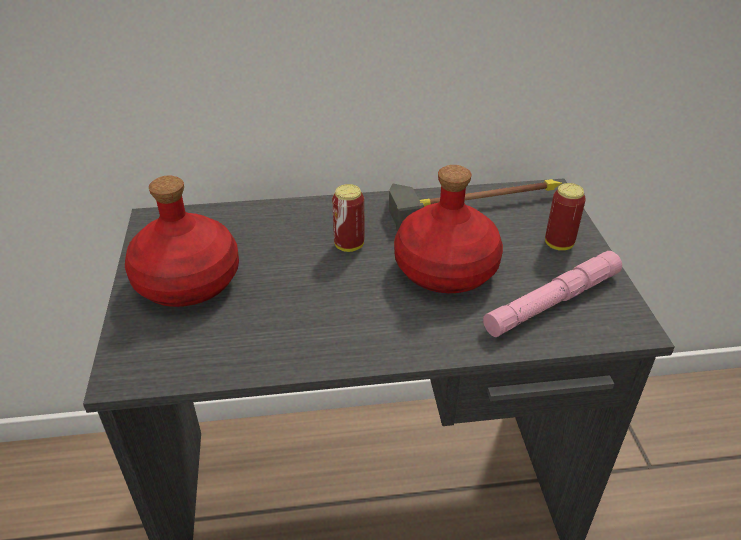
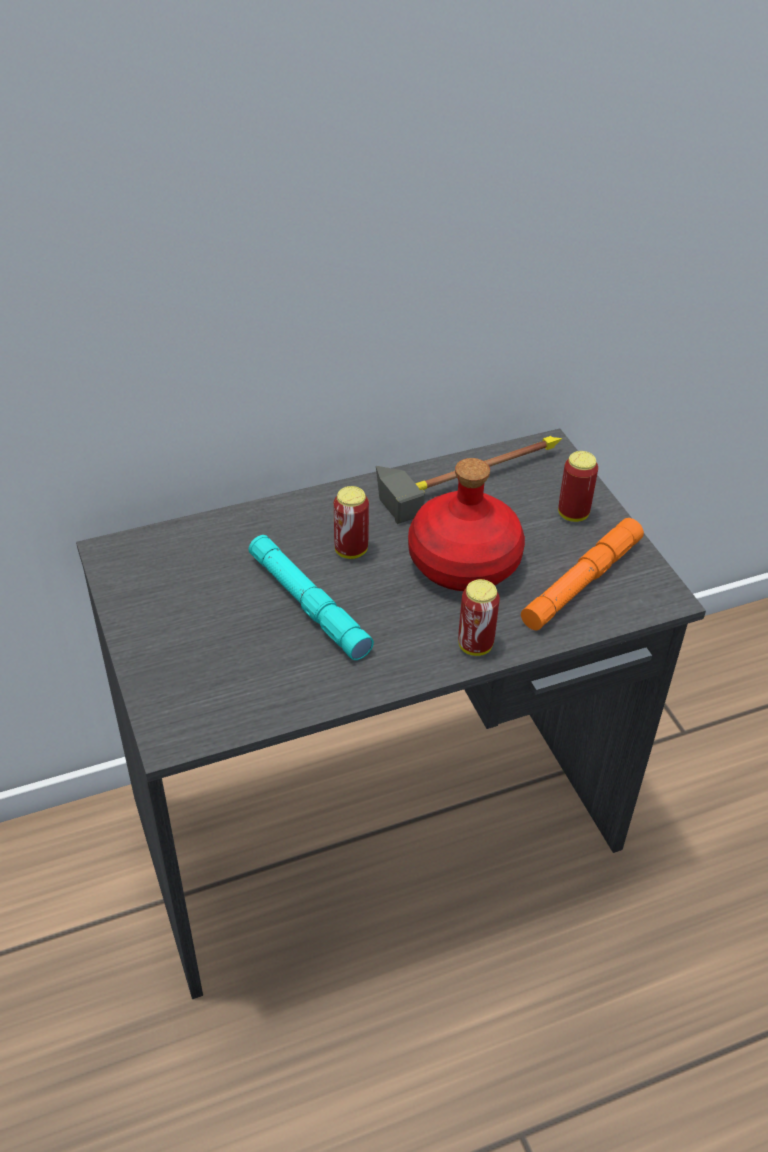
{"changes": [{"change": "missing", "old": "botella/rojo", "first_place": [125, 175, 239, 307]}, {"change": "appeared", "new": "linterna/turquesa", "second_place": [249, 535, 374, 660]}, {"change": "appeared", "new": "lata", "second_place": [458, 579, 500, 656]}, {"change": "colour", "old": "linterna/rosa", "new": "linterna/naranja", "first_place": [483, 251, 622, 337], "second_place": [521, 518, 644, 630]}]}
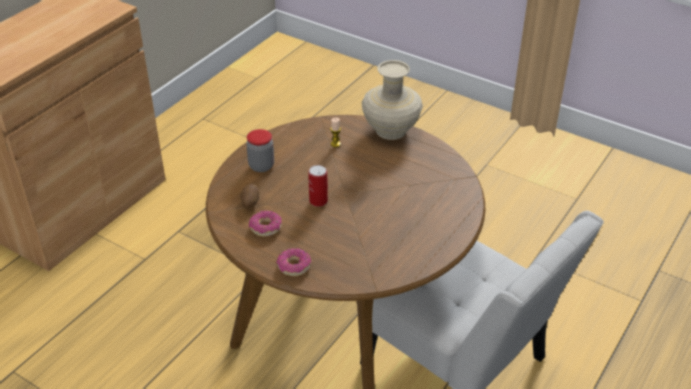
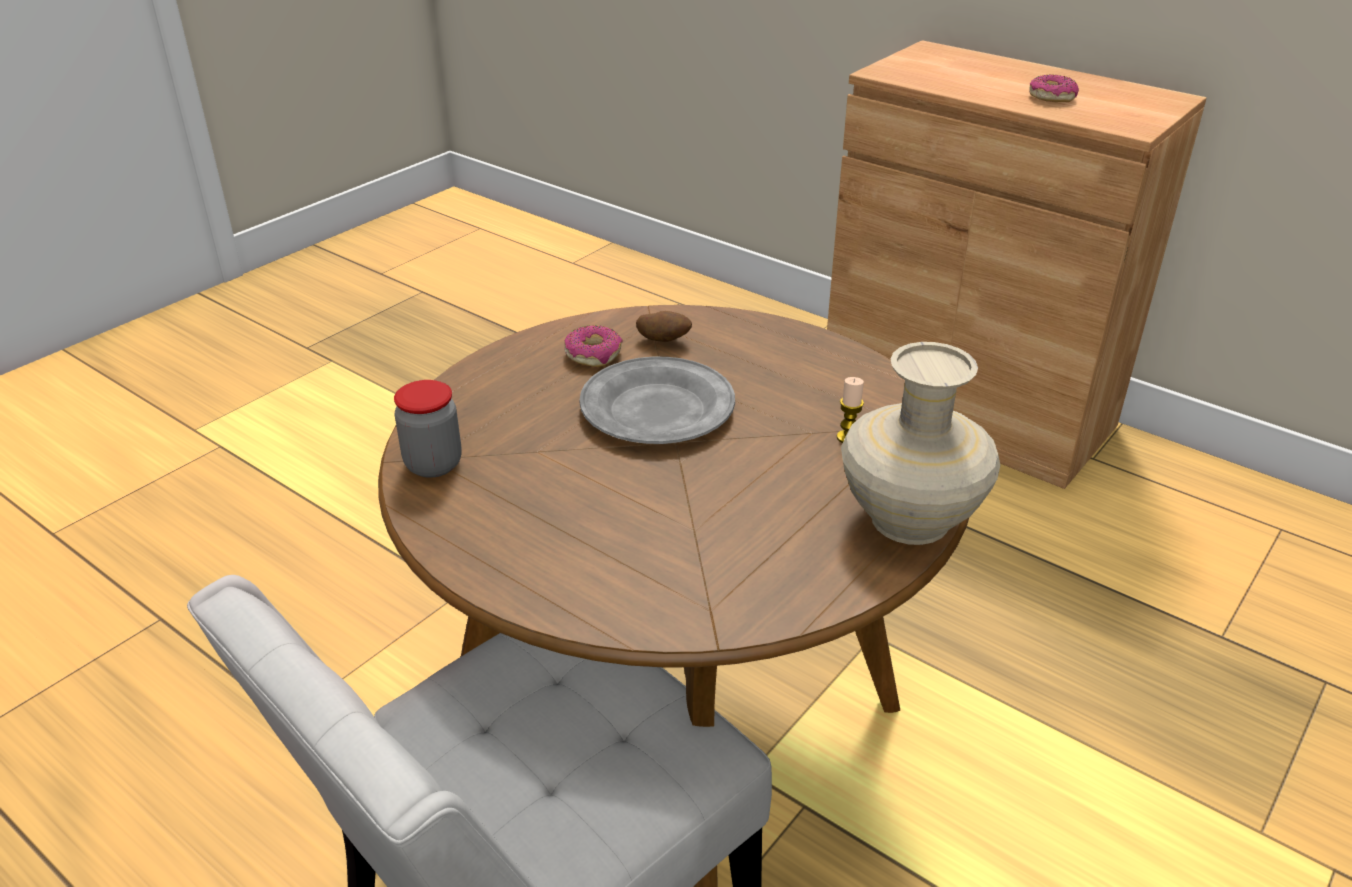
{"changes": [{"change": "relocated", "old": "tarro", "first_place": [246, 129, 274, 172], "second_place": [394, 380, 462, 478]}, {"change": "relocated", "old": "rosquilla", "first_place": [276, 248, 312, 276], "second_place": [1029, 74, 1079, 102]}, {"change": "exchanged", "old": "lata", "new": "plato/gris", "first_place": [309, 165, 328, 207], "second_place": [579, 357, 735, 444]}]}
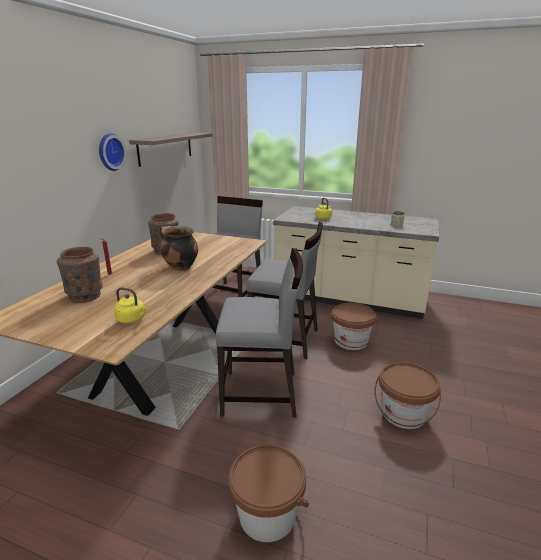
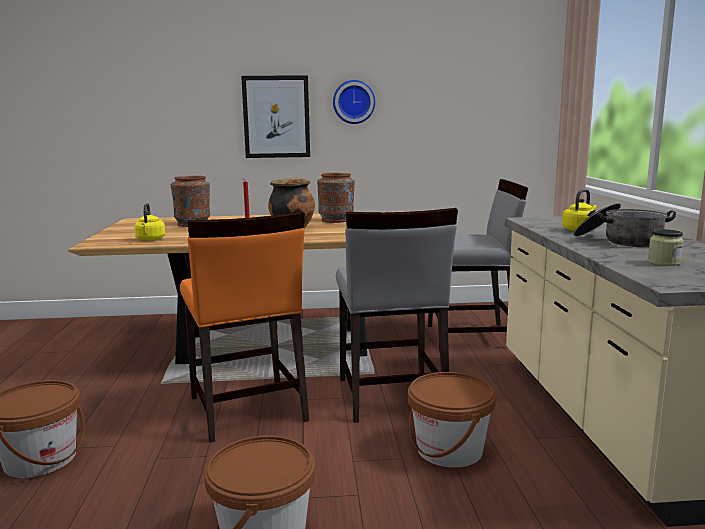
{"changes": [{"change": "missing", "old": "estante", "first_place": [129, 133, 212, 167]}, {"change": "appeared", "new": "cuadro", "second_place": [241, 75, 310, 158]}, {"change": "appeared", "new": "olla", "second_place": [573, 203, 676, 247]}, {"change": "colour", "old": "silla/gris", "new": "silla/naranja", "first_place": [215, 248, 303, 418], "second_place": [180, 211, 309, 443]}]}
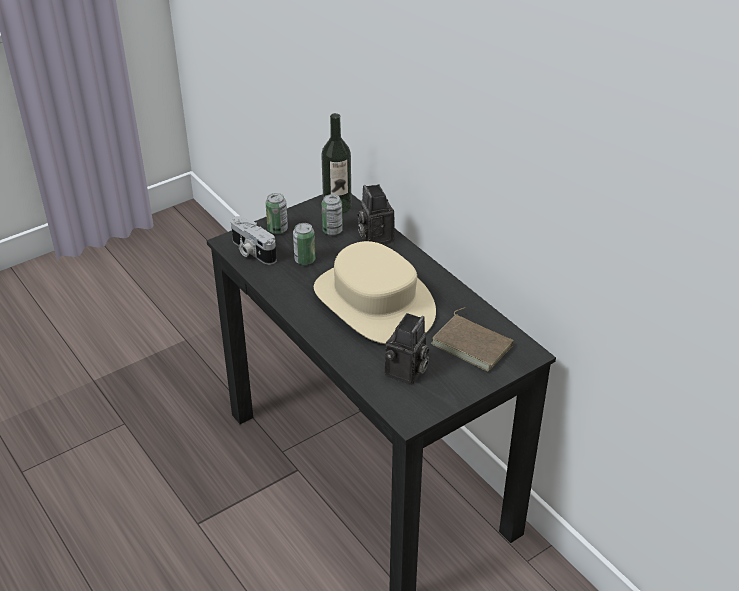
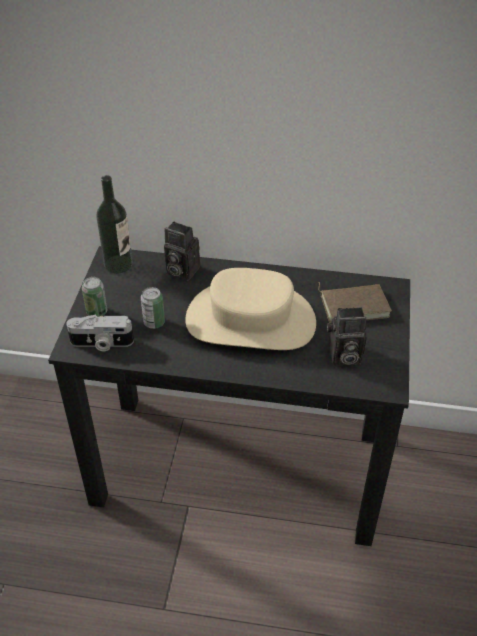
{"changes": [{"change": "missing", "old": "lata", "first_place": [322, 194, 343, 235]}, {"change": "spun", "old": "cámara", "first_place": [385, 313, 429, 385], "second_place": [327, 307, 367, 366], "degrees": 105}]}
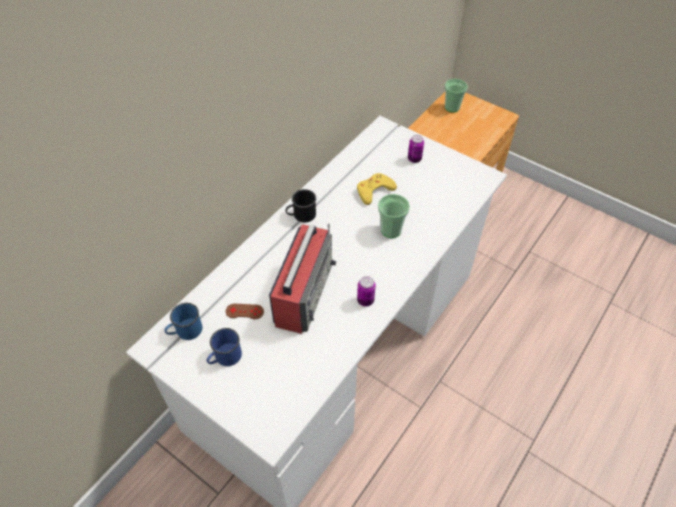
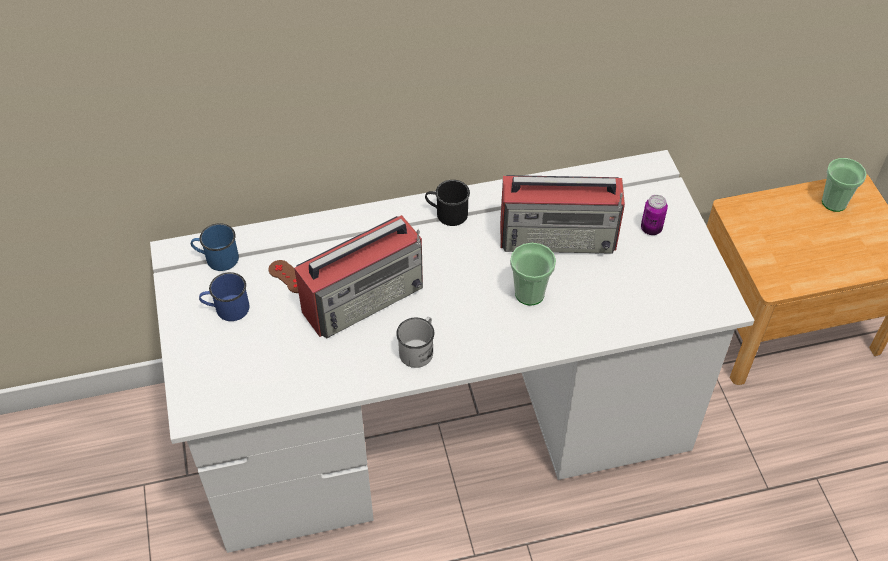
{"changes": [{"change": "exchanged", "old": "mando de consola/amarillo", "new": "radio", "first_place": [357, 173, 397, 205], "second_place": [500, 175, 625, 254]}, {"change": "exchanged", "old": "lata", "new": "taza grande/blanco", "first_place": [357, 276, 376, 307], "second_place": [396, 317, 434, 368]}]}
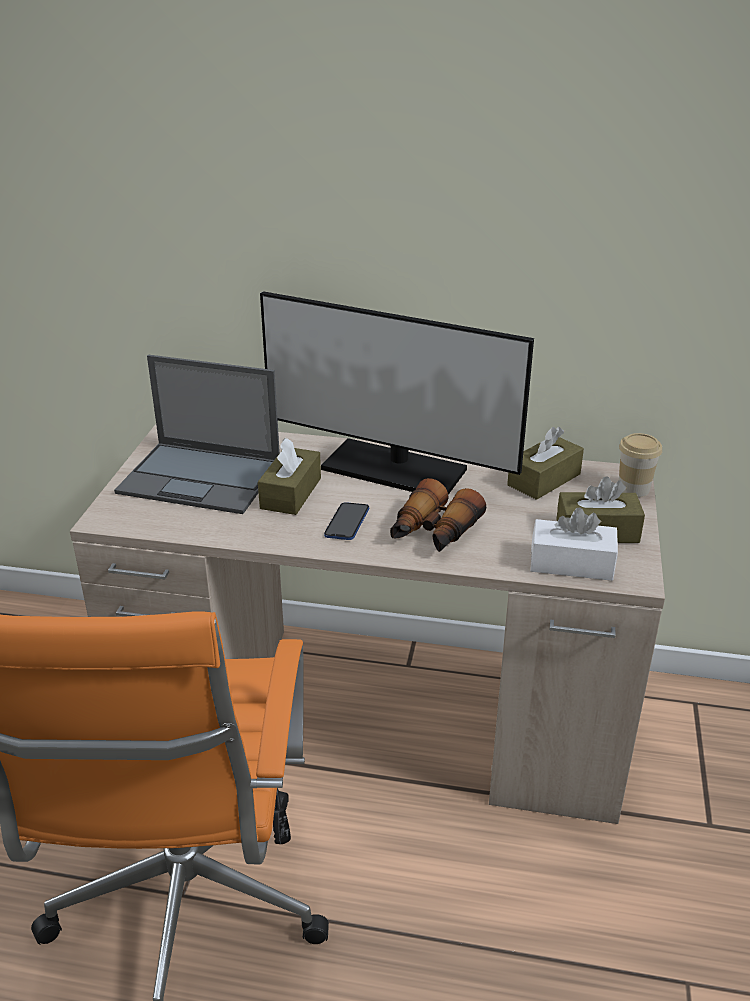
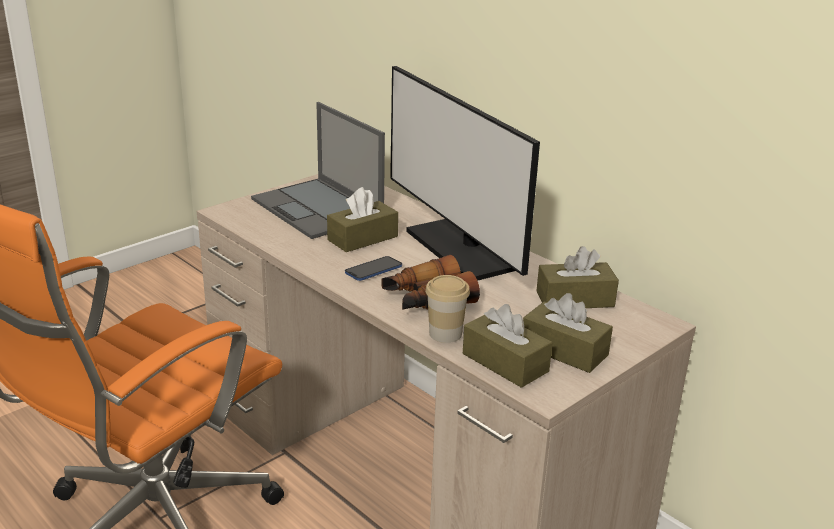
{"changes": [{"change": "relocated", "old": "taza", "first_place": [619, 433, 662, 497], "second_place": [425, 275, 470, 343]}, {"change": "colour", "old": "caja de pañuelos/blanco", "new": "caja de pañuelos/marrón", "first_place": [530, 507, 618, 581], "second_place": [463, 304, 552, 388]}]}
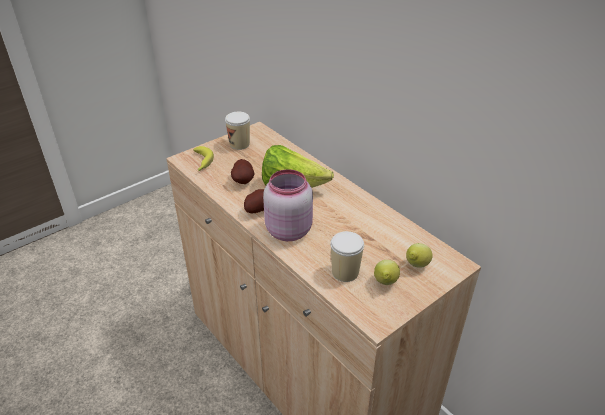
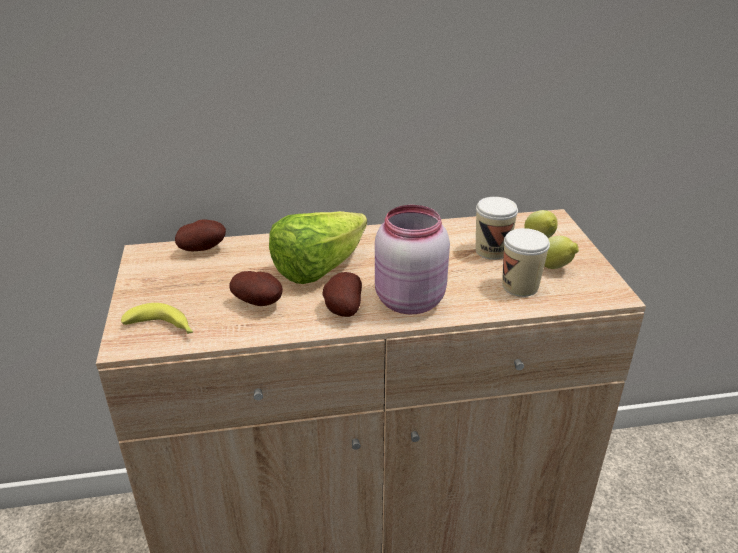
{"changes": [{"change": "appeared", "new": "patata", "second_place": [175, 219, 226, 252]}, {"change": "relocated", "old": "taza", "first_place": [225, 112, 250, 150], "second_place": [476, 197, 518, 260]}]}
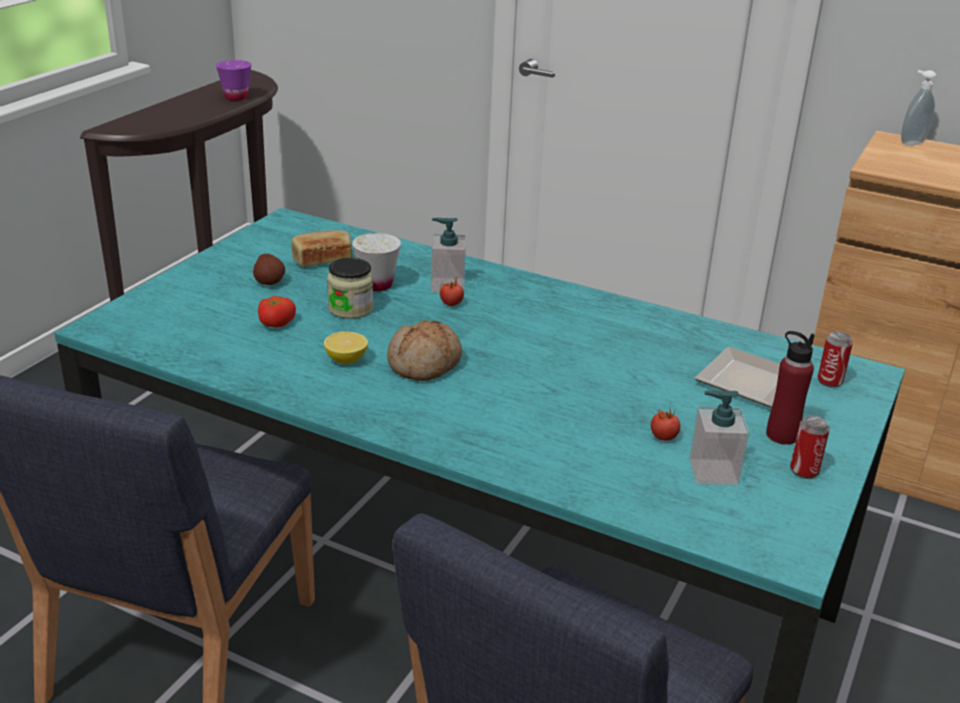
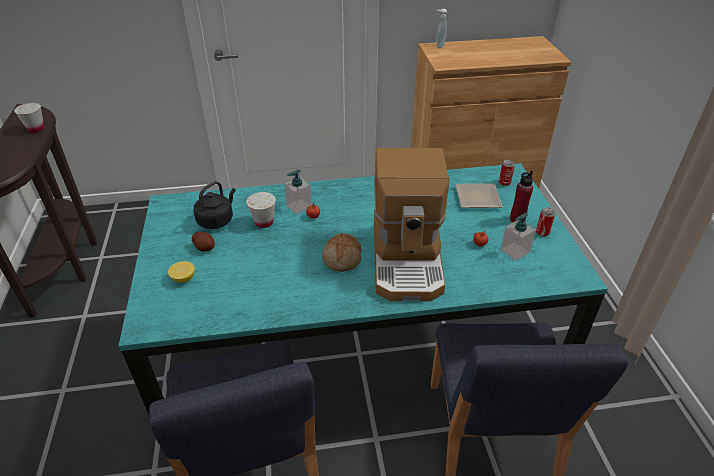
{"changes": [{"change": "missing", "old": "tomate", "first_place": [258, 296, 296, 328]}, {"change": "missing", "old": "tarro", "first_place": [327, 258, 373, 319]}, {"change": "appeared", "new": "cafetera", "second_place": [374, 148, 449, 301]}, {"change": "relocated", "old": "limón", "first_place": [324, 331, 368, 364], "second_place": [168, 261, 195, 283]}, {"change": "exchanged", "old": "pan", "new": "hervidor/negro", "first_place": [291, 230, 352, 267], "second_place": [194, 181, 236, 229]}, {"change": "colour", "old": "taza/morado", "new": "taza/blanco", "first_place": [216, 60, 252, 101], "second_place": [14, 103, 44, 133]}]}
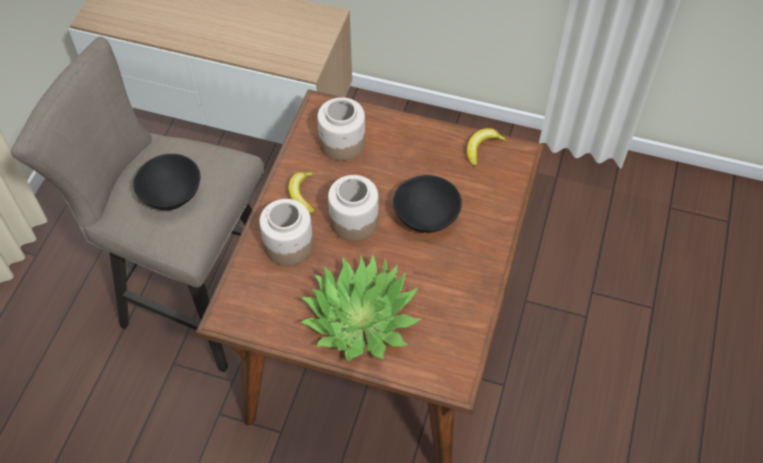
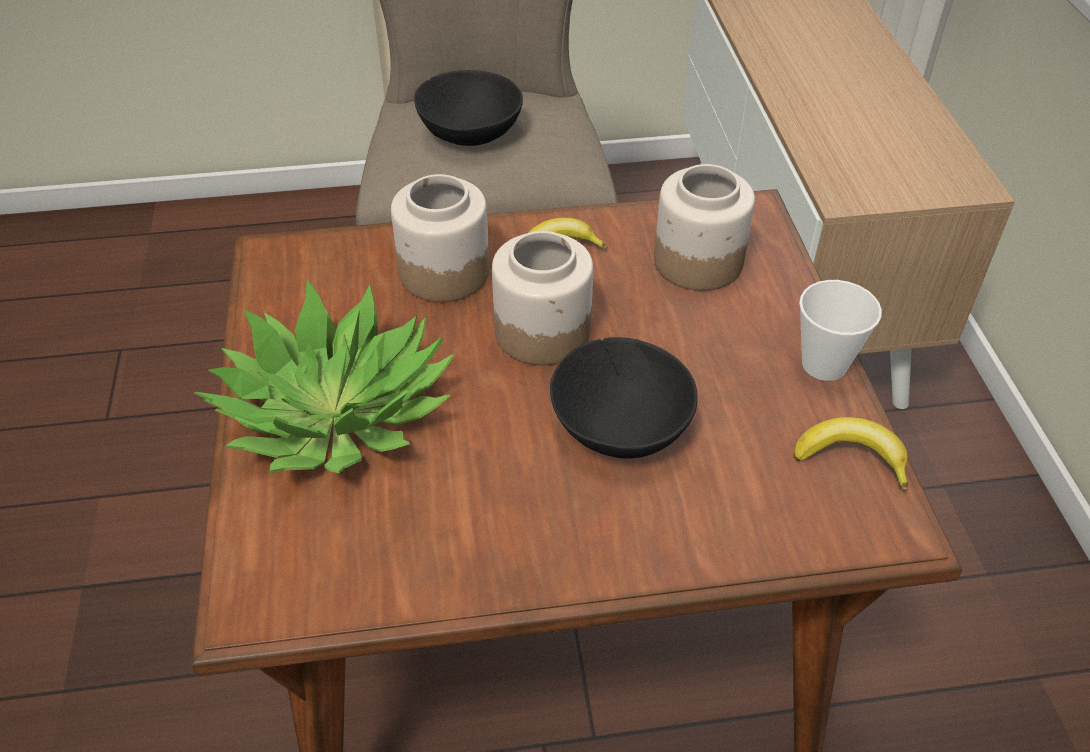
{"changes": [{"change": "appeared", "new": "taza", "second_place": [799, 280, 882, 381]}]}
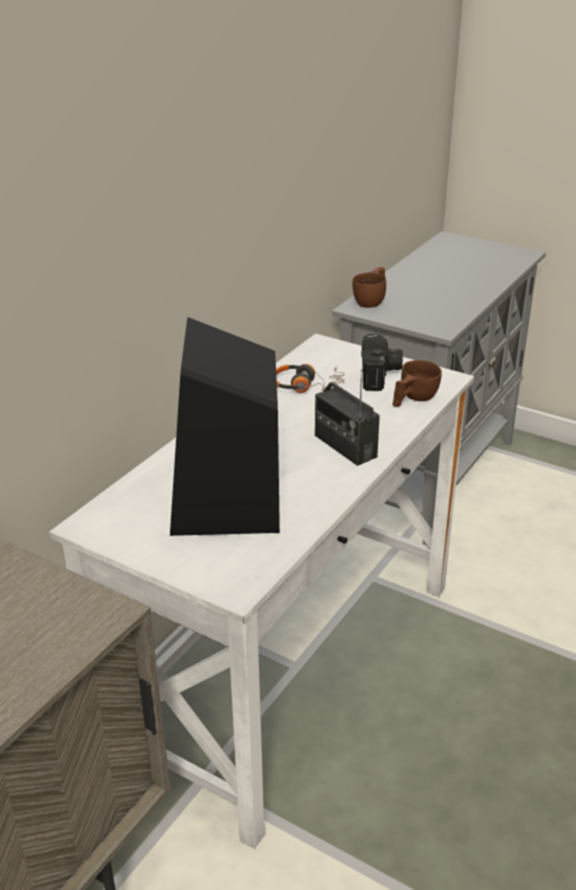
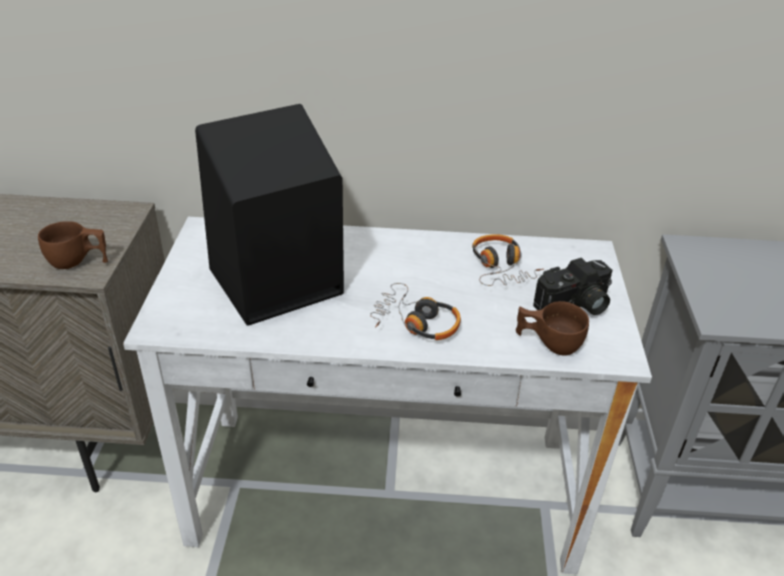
{"changes": [{"change": "relocated", "old": "taza/marrón", "first_place": [352, 267, 386, 308], "second_place": [38, 221, 108, 269]}, {"change": "exchanged", "old": "radio", "new": "auriculares", "first_place": [315, 369, 380, 466], "second_place": [370, 283, 461, 340]}]}
